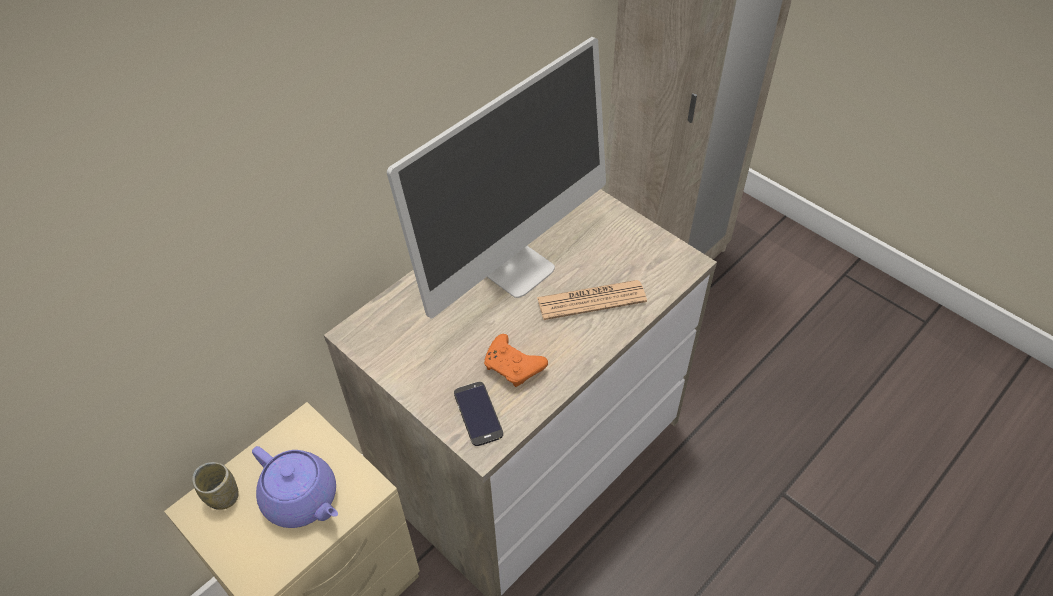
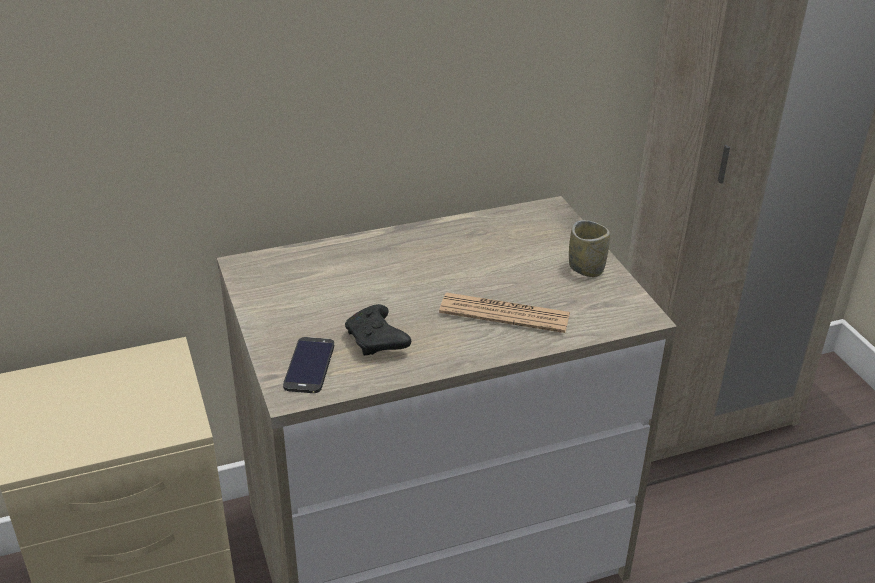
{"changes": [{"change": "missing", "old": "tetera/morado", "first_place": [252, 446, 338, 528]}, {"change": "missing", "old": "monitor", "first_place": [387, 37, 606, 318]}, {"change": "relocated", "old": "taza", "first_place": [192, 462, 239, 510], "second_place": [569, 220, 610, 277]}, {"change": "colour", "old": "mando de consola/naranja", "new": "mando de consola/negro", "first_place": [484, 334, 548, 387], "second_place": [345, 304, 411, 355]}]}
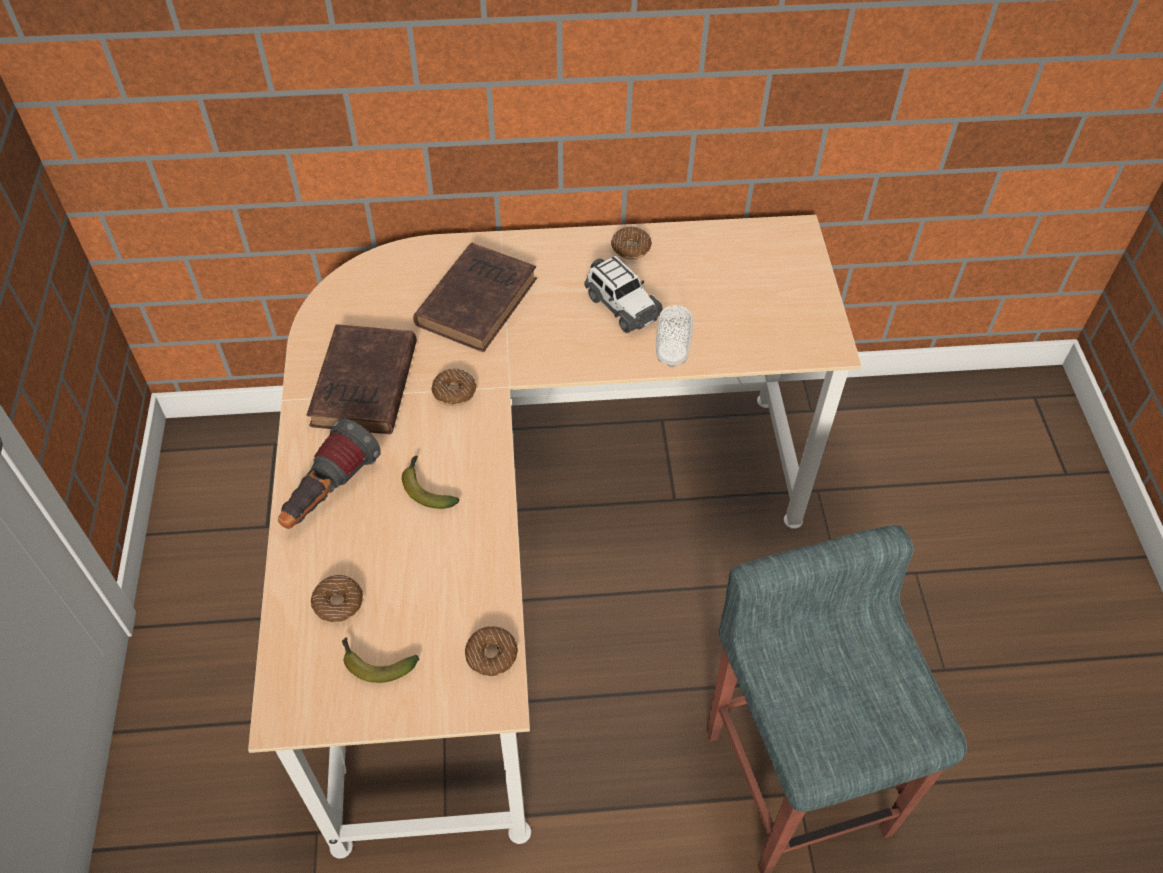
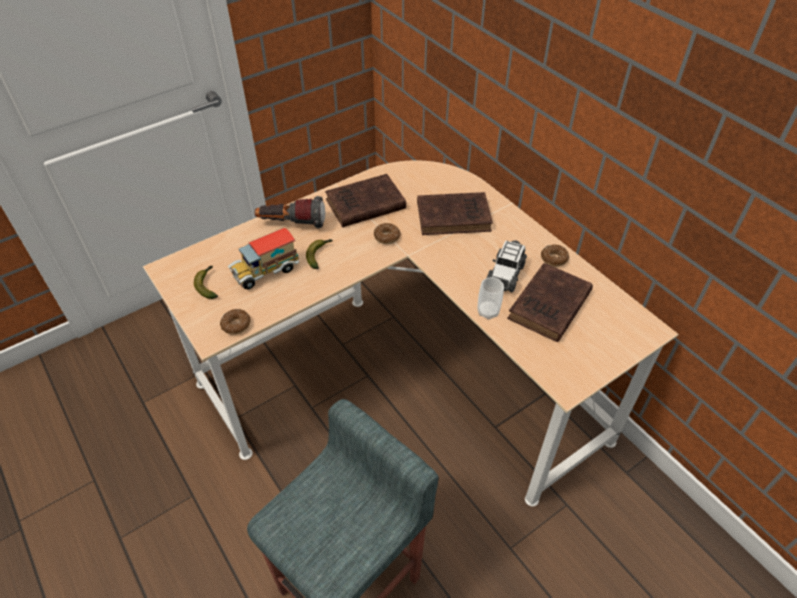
{"changes": [{"change": "missing", "old": "rosquilla", "first_place": [311, 575, 363, 623]}, {"change": "appeared", "new": "camión de juguete", "second_place": [228, 228, 299, 290]}, {"change": "appeared", "new": "libro/marrón", "second_place": [508, 263, 593, 342]}]}
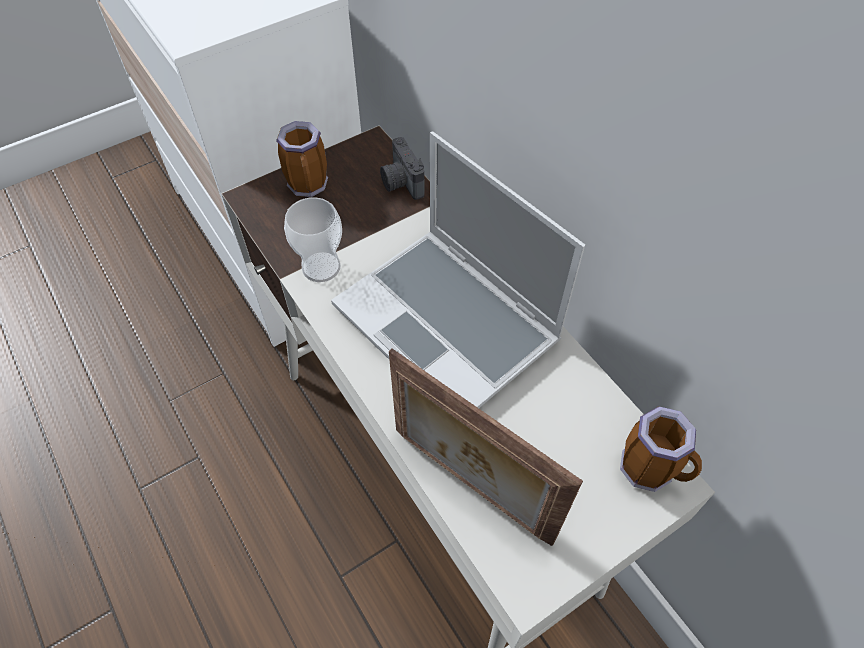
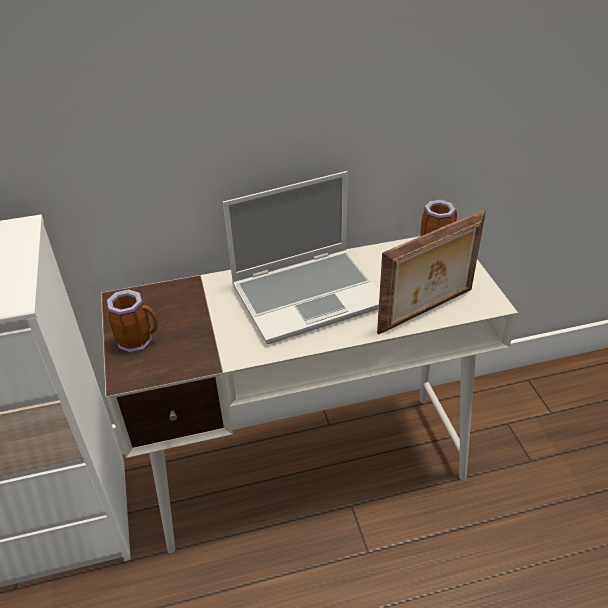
{"changes": [{"change": "missing", "old": "taza", "first_place": [284, 197, 342, 282]}, {"change": "missing", "old": "cámara", "first_place": [380, 137, 425, 200]}]}
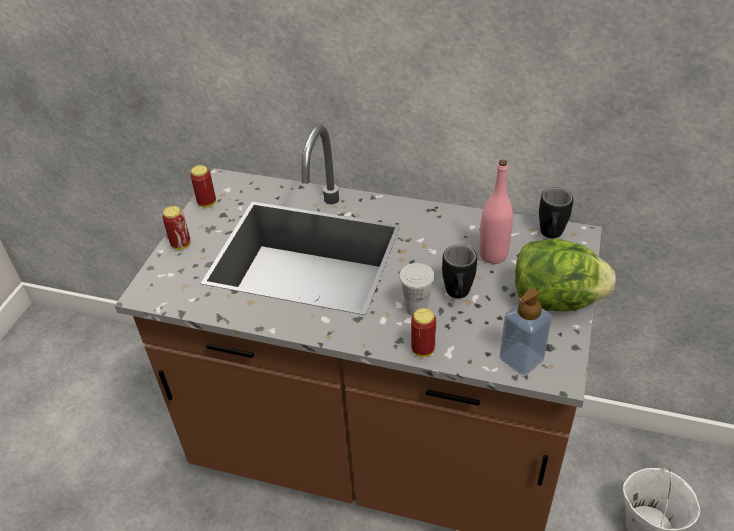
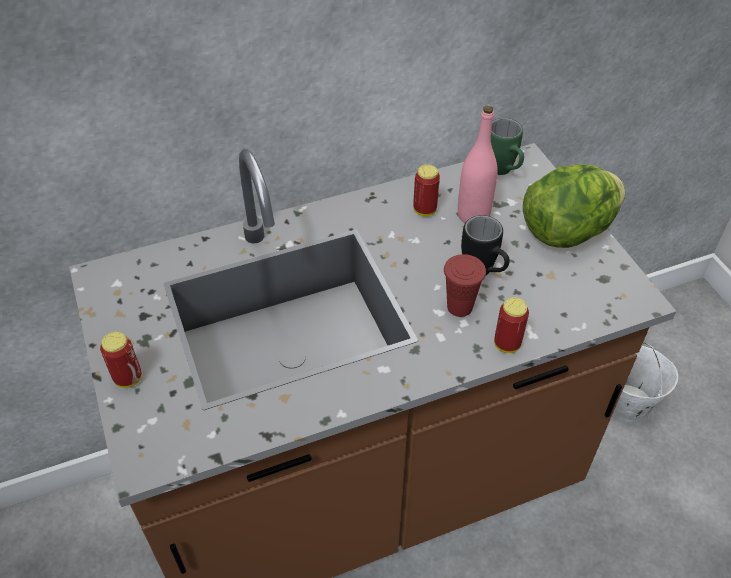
{"changes": [{"change": "missing", "old": "dispensador de jabón", "first_place": [499, 288, 552, 375]}, {"change": "relocated", "old": "lata", "first_place": [190, 165, 216, 208], "second_place": [413, 164, 440, 216]}, {"change": "colour", "old": "taza/blanco", "new": "taza/rojo", "first_place": [399, 263, 435, 316], "second_place": [444, 254, 486, 317]}, {"change": "colour", "old": "taza grande/negro", "new": "taza grande/verde", "first_place": [539, 188, 573, 238], "second_place": [491, 118, 524, 175]}]}
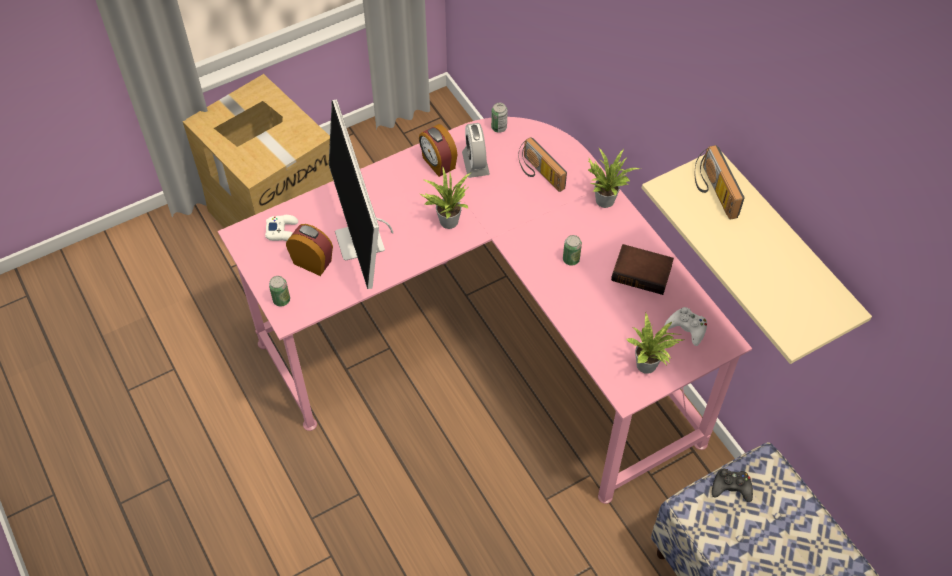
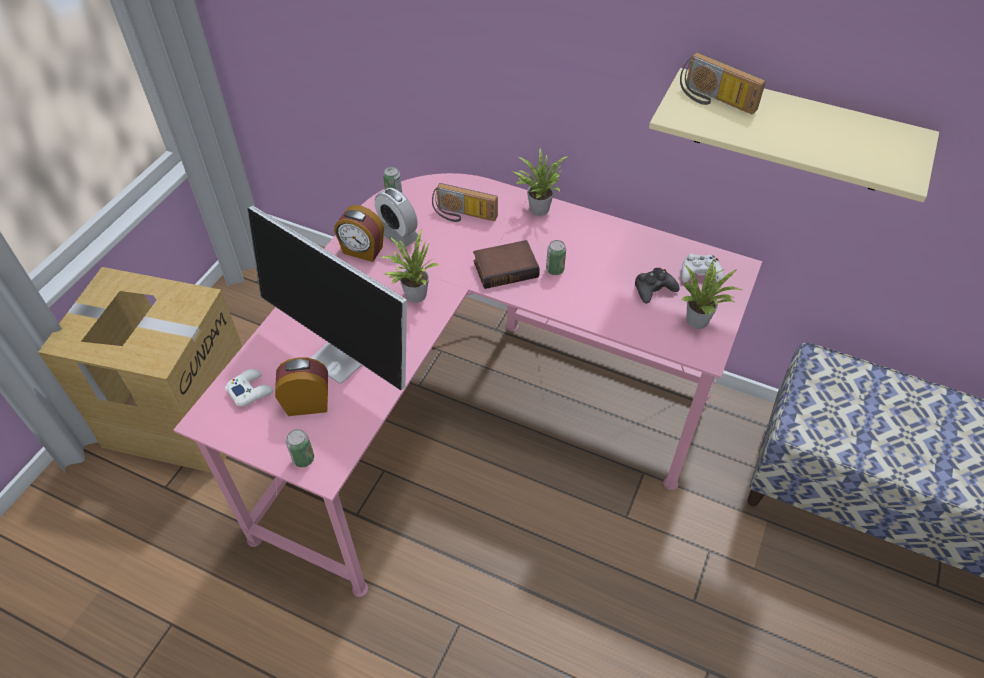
{"changes": [{"change": "relocated", "old": "libro", "first_place": [611, 244, 674, 295], "second_place": [473, 240, 540, 289]}, {"change": "relocated", "old": "mando de consola/negro", "first_place": [712, 469, 753, 502], "second_place": [635, 268, 680, 304]}]}
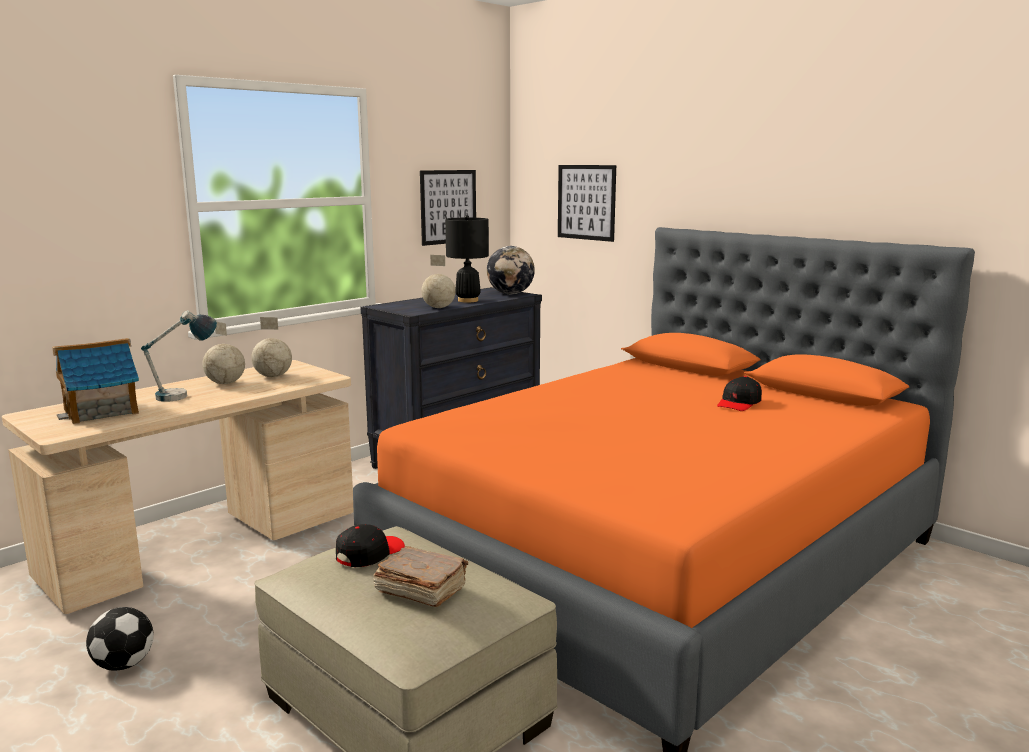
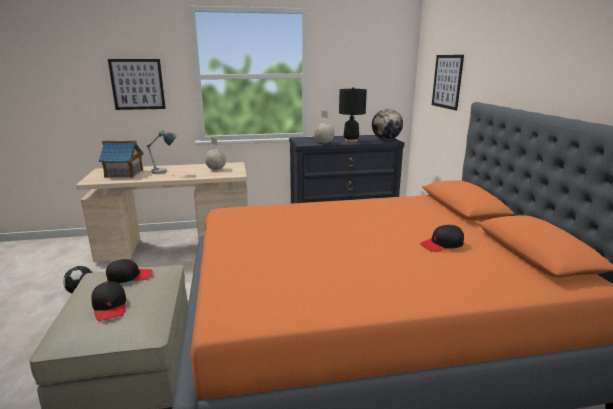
{"changes": [{"change": "missing", "old": "globo terráqueo", "first_place": [202, 322, 245, 384]}, {"change": "relocated", "old": "cuadro", "first_place": [420, 170, 476, 246], "second_place": [108, 59, 166, 110]}, {"change": "exchanged", "old": "libro/marrón", "new": "gorra/negro", "first_place": [373, 546, 468, 607], "second_place": [91, 281, 126, 321]}]}
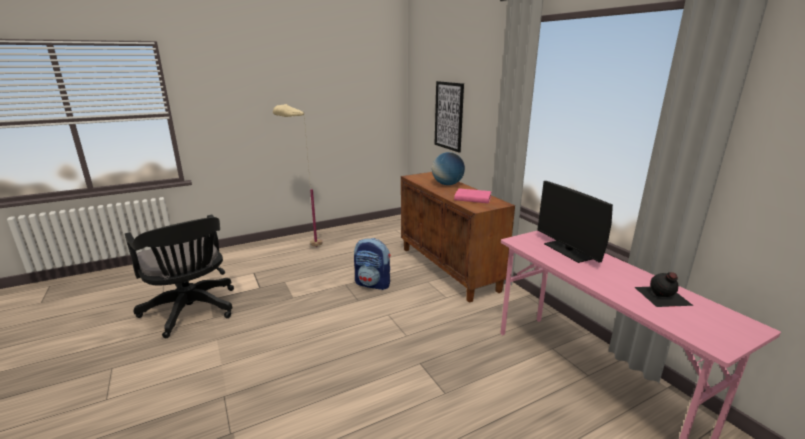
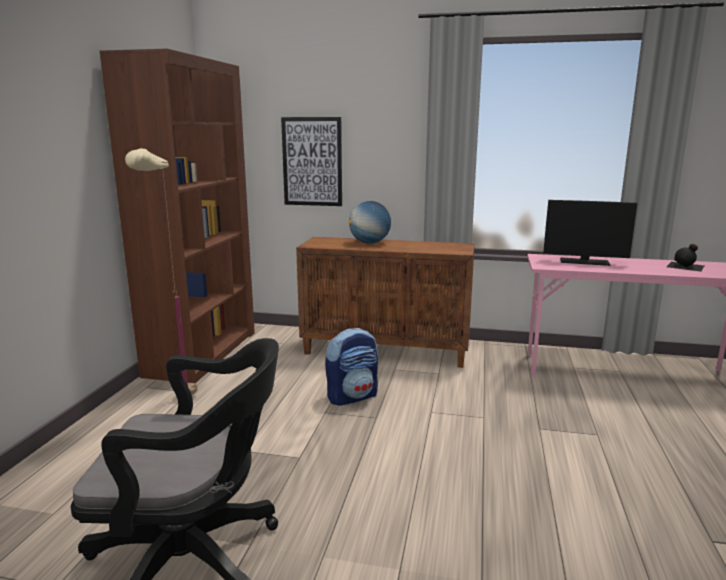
{"changes": [{"change": "missing", "old": "libro/rosa", "first_place": [454, 188, 492, 203]}, {"change": "appeared", "new": "estantería/marrón", "second_place": [100, 49, 255, 383]}]}
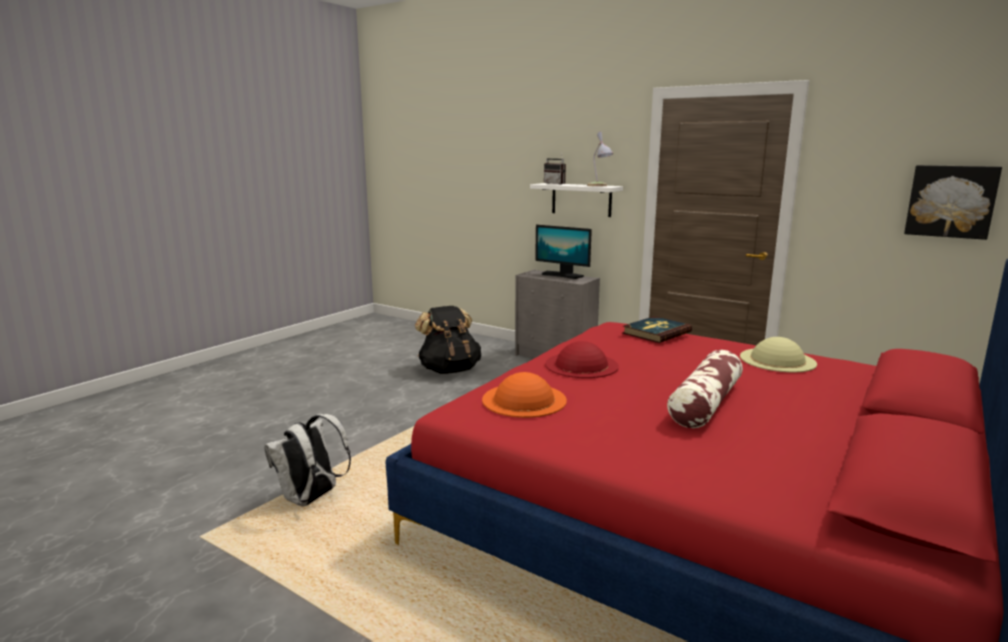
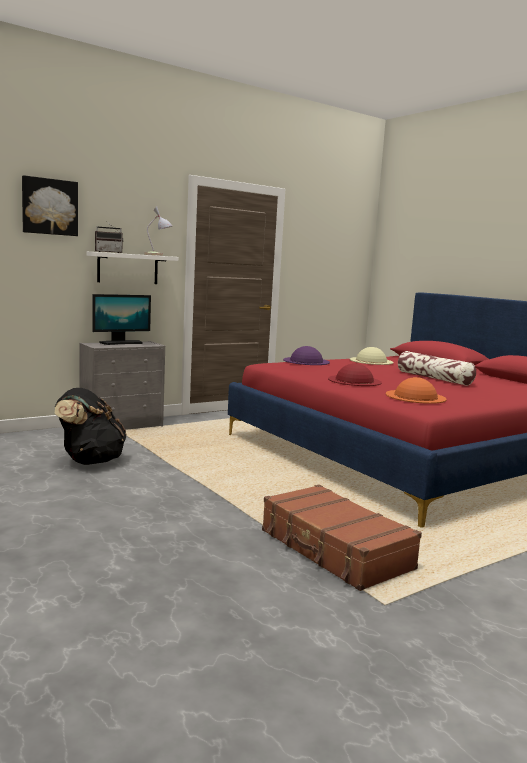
{"changes": [{"change": "relocated", "old": "cuadro", "first_place": [904, 165, 1002, 240], "second_place": [22, 175, 78, 236]}, {"change": "exchanged", "old": "mochila/blanco", "new": "maleta/marrón", "first_place": [264, 414, 351, 506], "second_place": [262, 484, 422, 591]}, {"change": "exchanged", "old": "libro", "new": "sombrero/morado", "first_place": [622, 316, 692, 343], "second_place": [283, 346, 330, 365]}]}
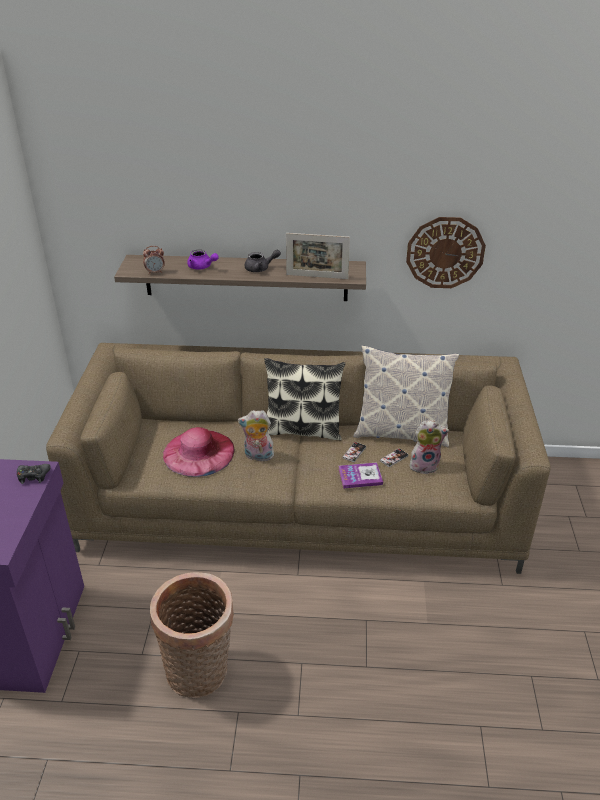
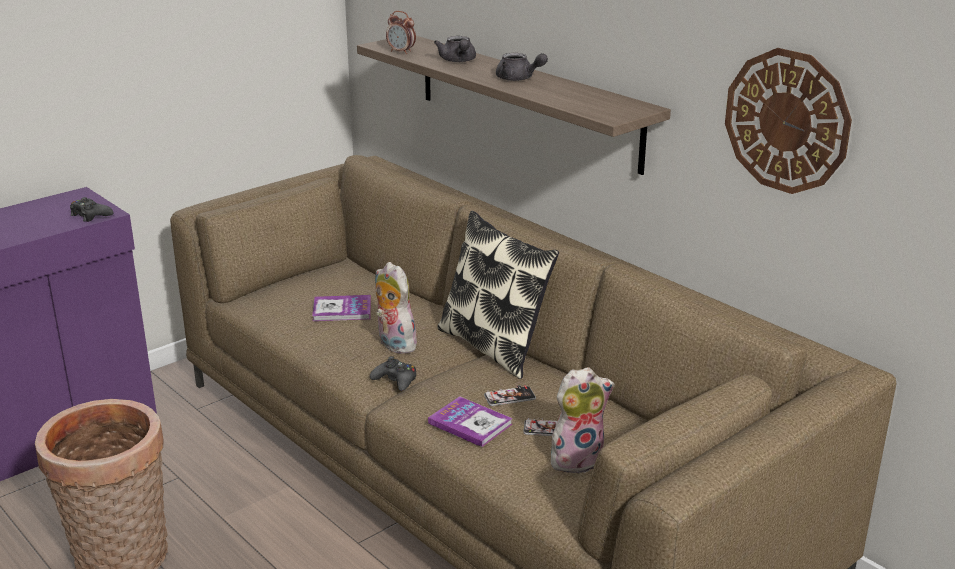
{"changes": [{"change": "missing", "old": "portarretratos", "first_place": [286, 233, 350, 279]}, {"change": "missing", "old": "cojín", "first_place": [353, 345, 459, 447]}, {"change": "appeared", "new": "mando de consola/negro", "second_place": [370, 356, 416, 391]}, {"change": "exchanged", "old": "sombrero/rosa", "new": "libro", "first_place": [163, 427, 234, 477], "second_place": [312, 295, 371, 321]}, {"change": "colour", "old": "tetera/morado", "new": "tetera/gris", "first_place": [187, 249, 219, 270], "second_place": [434, 36, 476, 62]}, {"change": "spun", "old": "peluche", "first_place": [410, 420, 449, 474], "second_place": [551, 367, 615, 473], "degrees": -60}]}
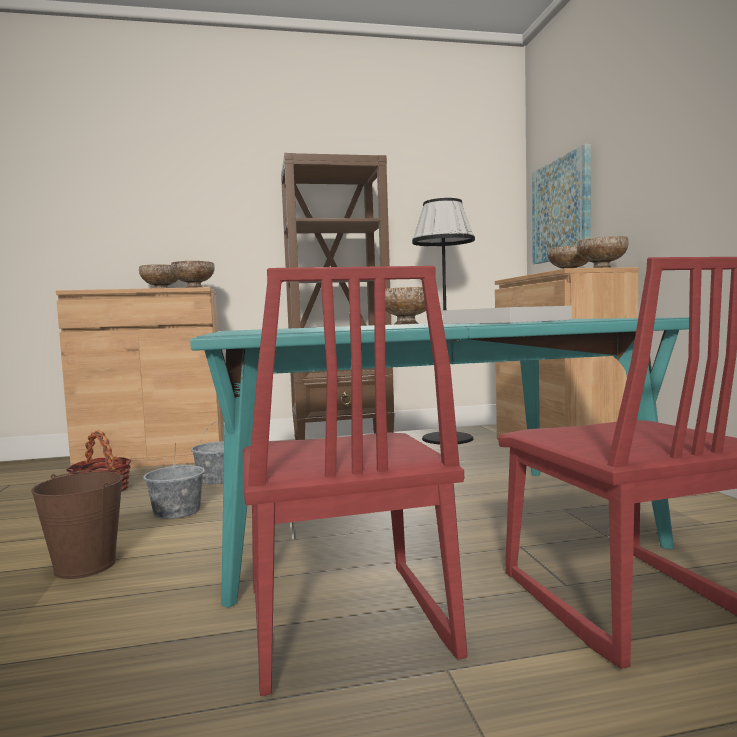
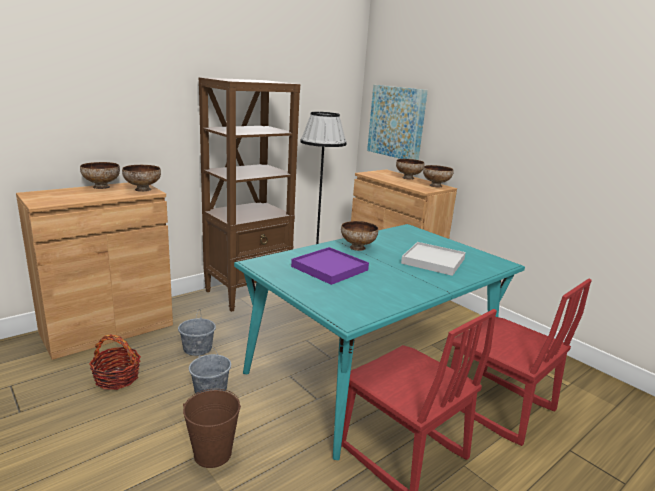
{"changes": [{"change": "appeared", "new": "bandeja/morado", "second_place": [291, 247, 369, 285]}]}
